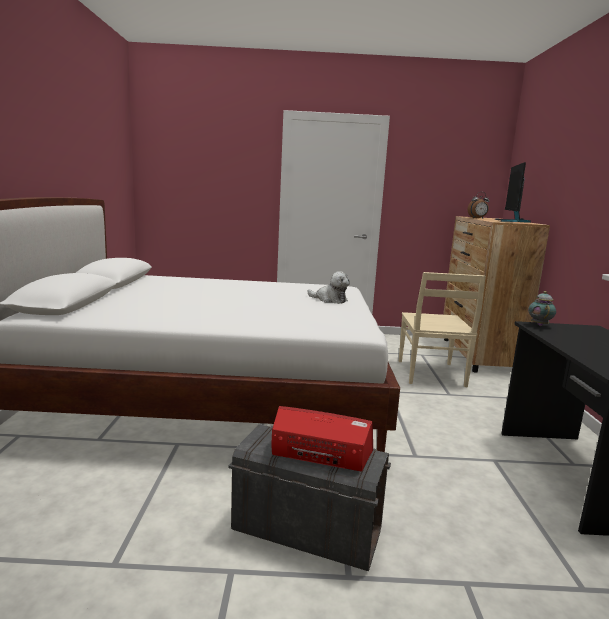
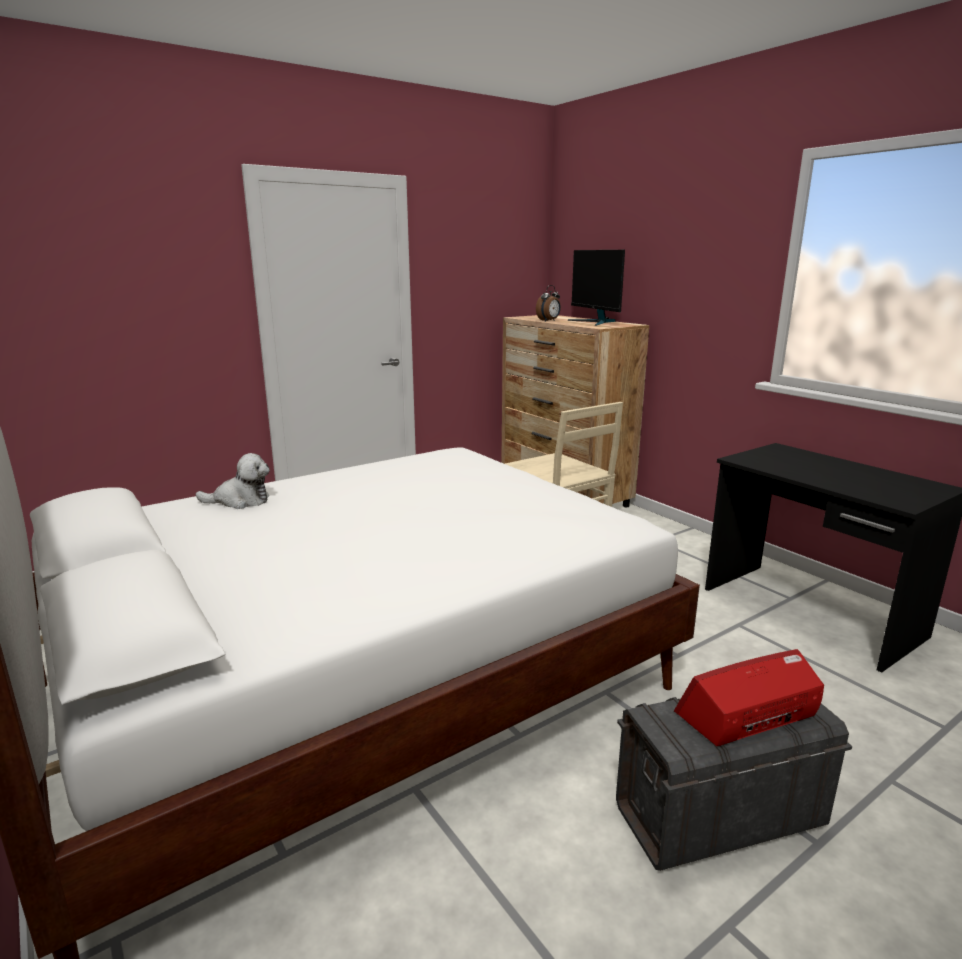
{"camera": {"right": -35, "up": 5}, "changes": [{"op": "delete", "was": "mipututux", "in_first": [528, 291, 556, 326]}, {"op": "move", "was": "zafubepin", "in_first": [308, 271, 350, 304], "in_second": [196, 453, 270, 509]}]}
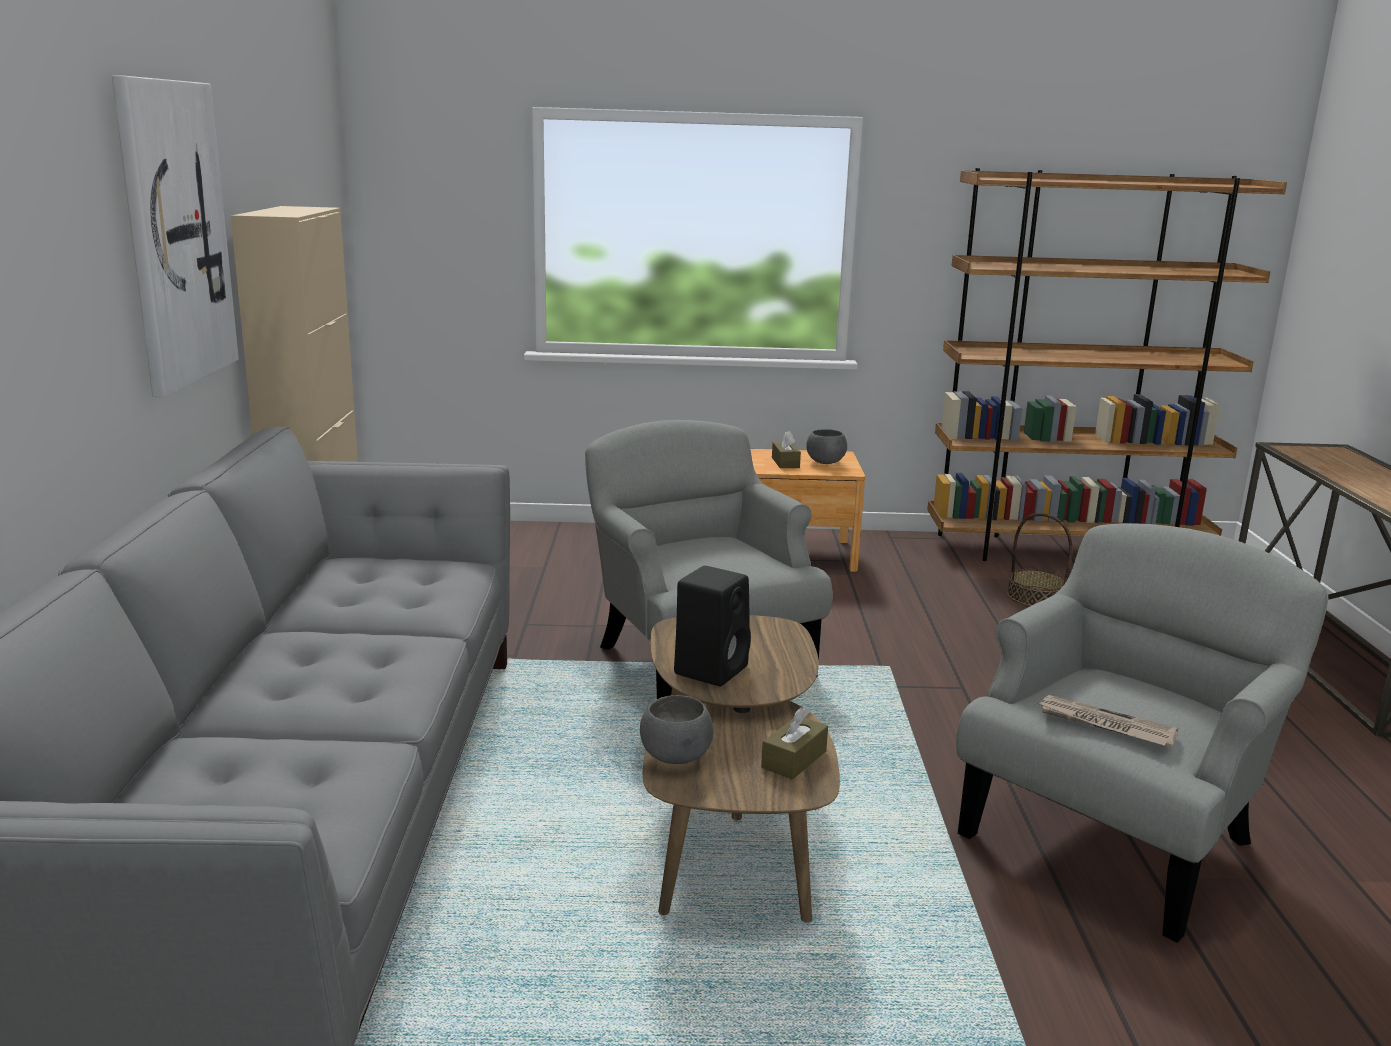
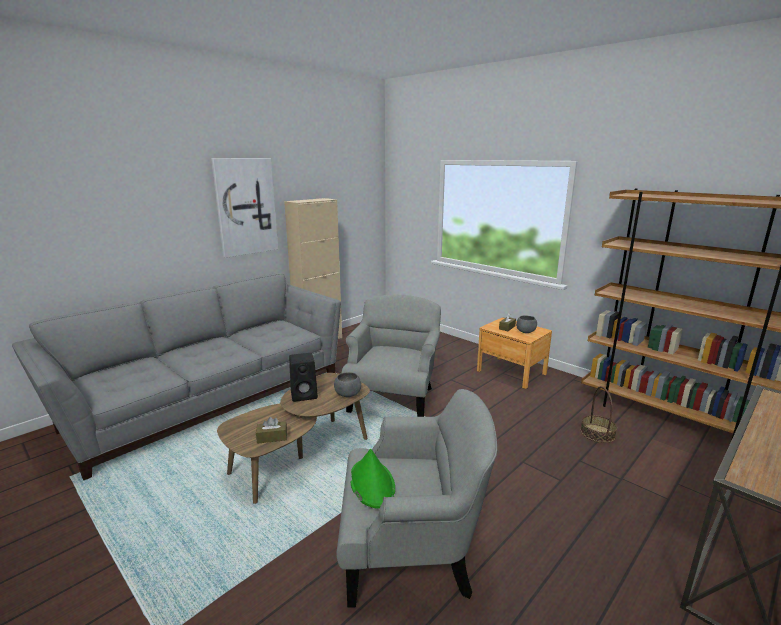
{"camera": {"right": 45, "up": 0}, "changes": [{"op": "move", "was": "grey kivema", "in_first": [640, 695, 713, 764], "in_second": [334, 372, 361, 397]}, {"op": "replace", "was": "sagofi", "now": "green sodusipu", "in_first": [1038, 695, 1178, 747], "in_second": [350, 449, 395, 509]}]}
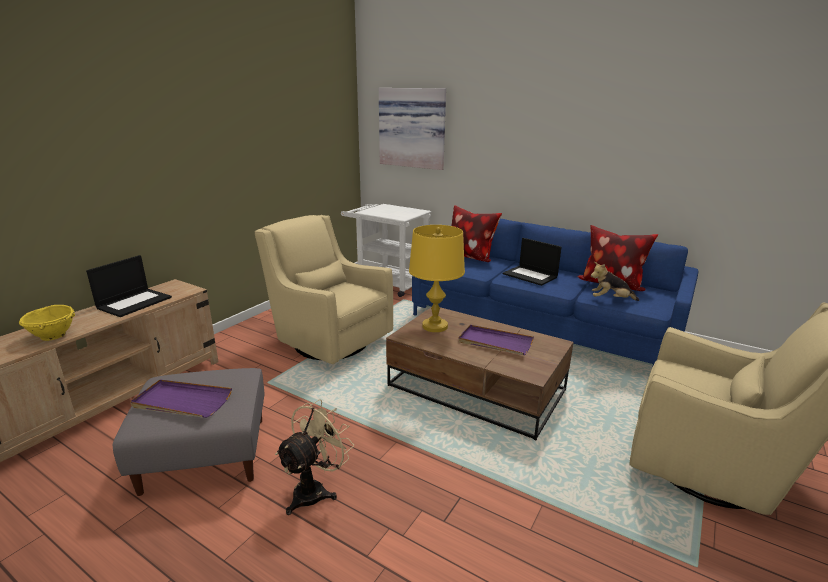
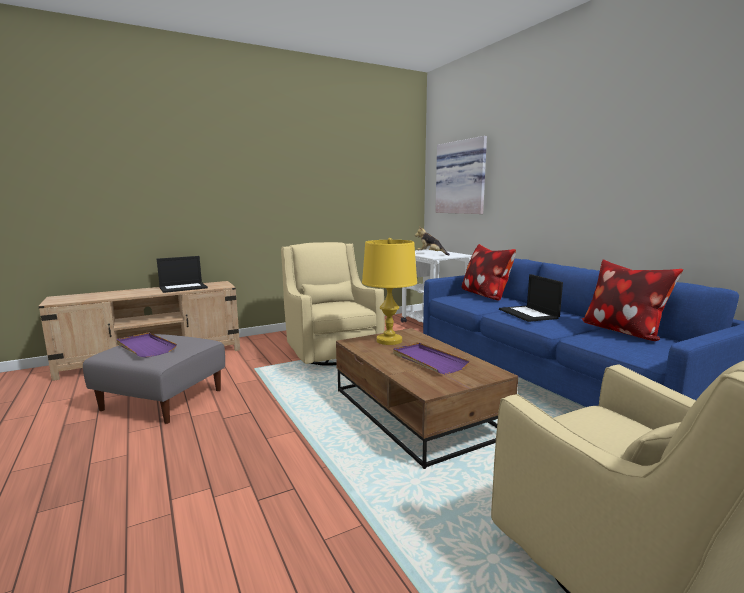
{"camera": {"right": 30, "up": -10}, "changes": [{"op": "delete", "was": "yellow kivema", "in_first": [19, 305, 75, 341]}, {"op": "delete", "was": "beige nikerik", "in_first": [275, 399, 354, 515]}, {"op": "move", "was": "zafubepin", "in_first": [591, 262, 639, 301], "in_second": [415, 226, 450, 256]}]}
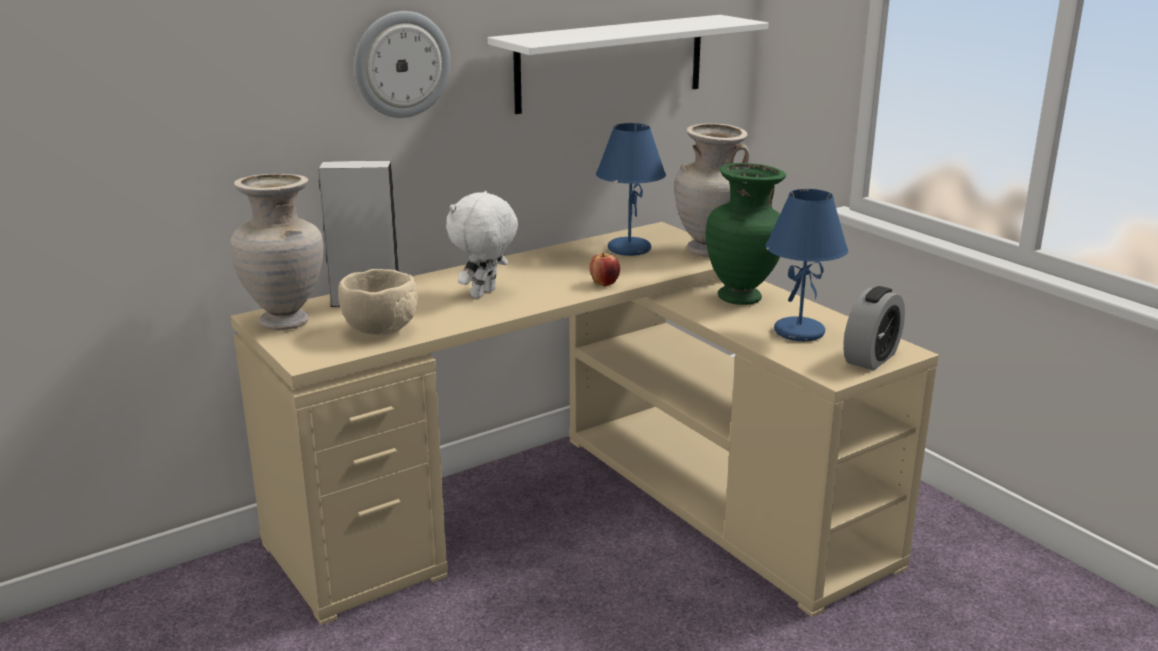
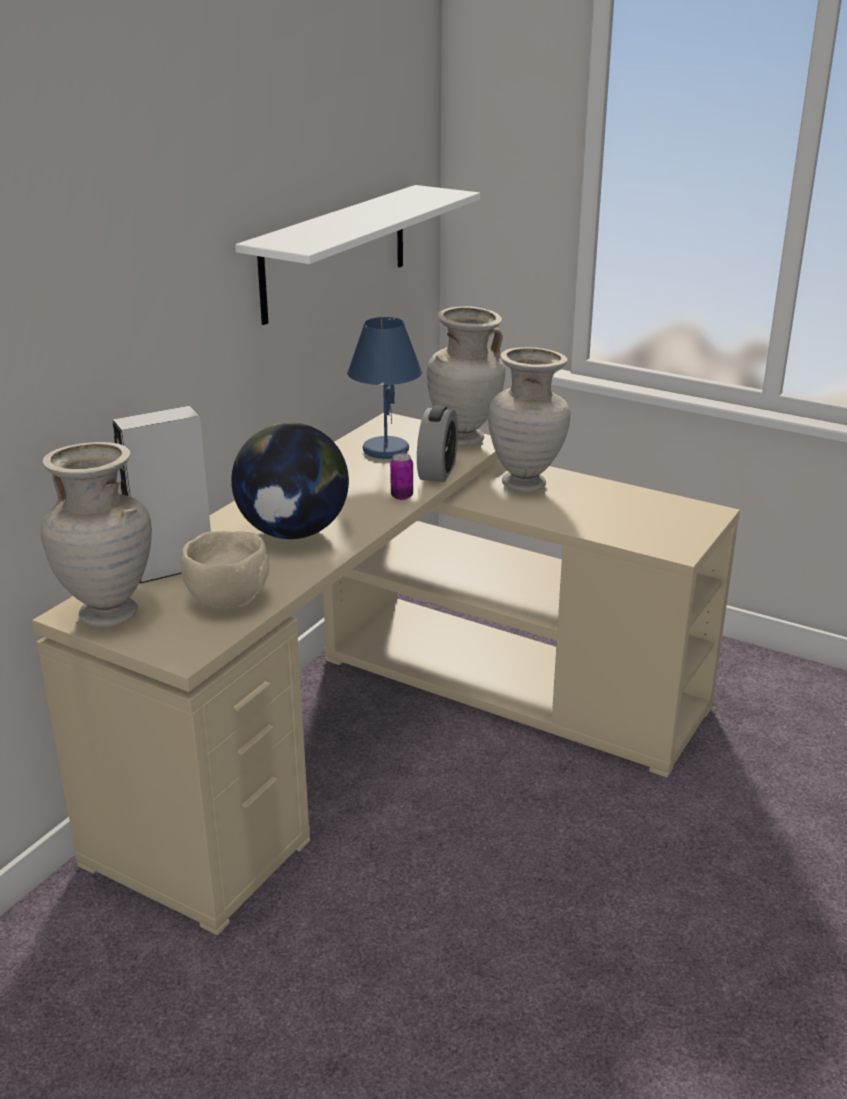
{"camera": {"right": -25, "up": 5}, "changes": [{"op": "delete", "was": "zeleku", "in_first": [354, 11, 451, 118]}, {"op": "delete", "was": "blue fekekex", "in_first": [765, 189, 848, 341]}, {"op": "move", "was": "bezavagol", "in_first": [843, 286, 905, 370], "in_second": [417, 405, 458, 482]}, {"op": "replace", "was": "white zafubepin", "now": "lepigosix", "in_first": [446, 191, 518, 298], "in_second": [231, 422, 349, 539]}, {"op": "replace", "was": "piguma", "now": "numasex", "in_first": [589, 253, 620, 287], "in_second": [390, 453, 413, 500]}, {"op": "recolor", "was": "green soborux", "now": "beige soborux", "in_first": [706, 163, 786, 305], "in_second": [488, 347, 570, 492]}]}
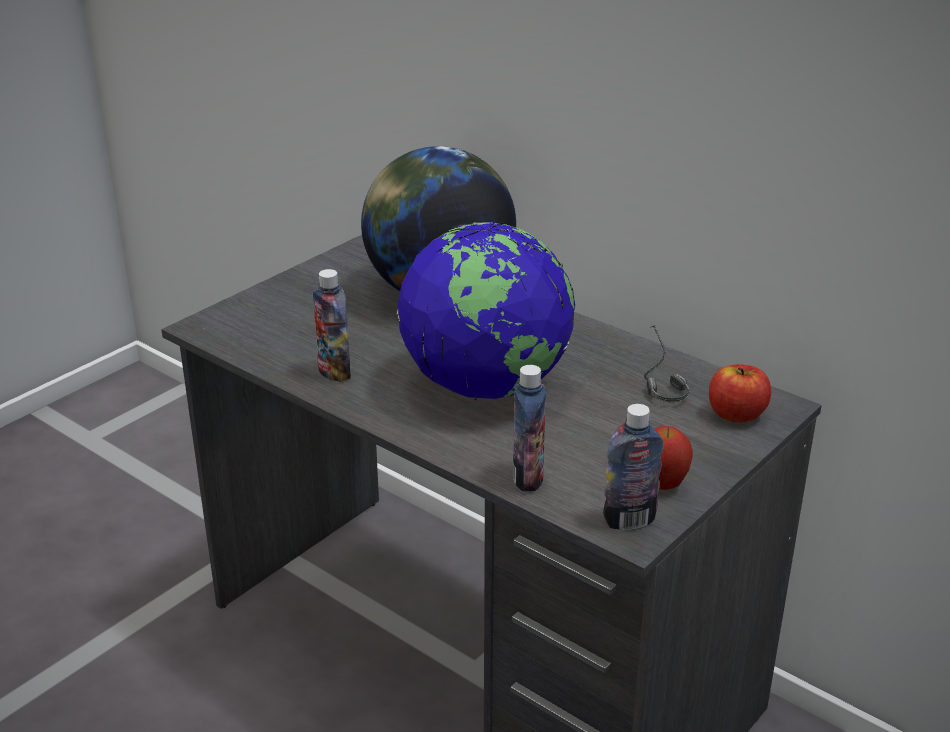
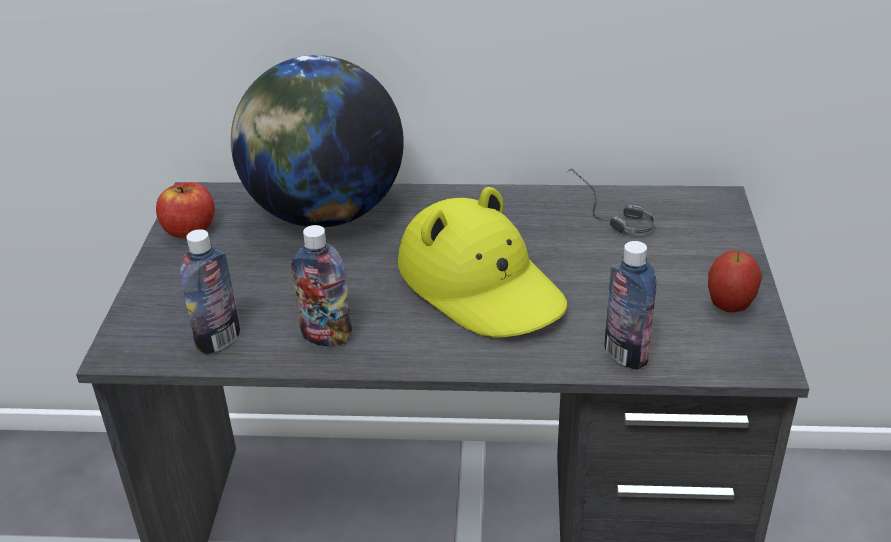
{"camera": {"right": -35, "up": 5}, "changes": [{"op": "move", "was": "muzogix", "in_first": [603, 404, 663, 530], "in_second": [180, 229, 240, 354]}, {"op": "move", "was": "piguma", "in_first": [709, 364, 771, 423], "in_second": [156, 182, 215, 238]}, {"op": "replace", "was": "lepigosix", "now": "yellow sodusipu", "in_first": [397, 222, 575, 400], "in_second": [398, 187, 567, 337]}]}
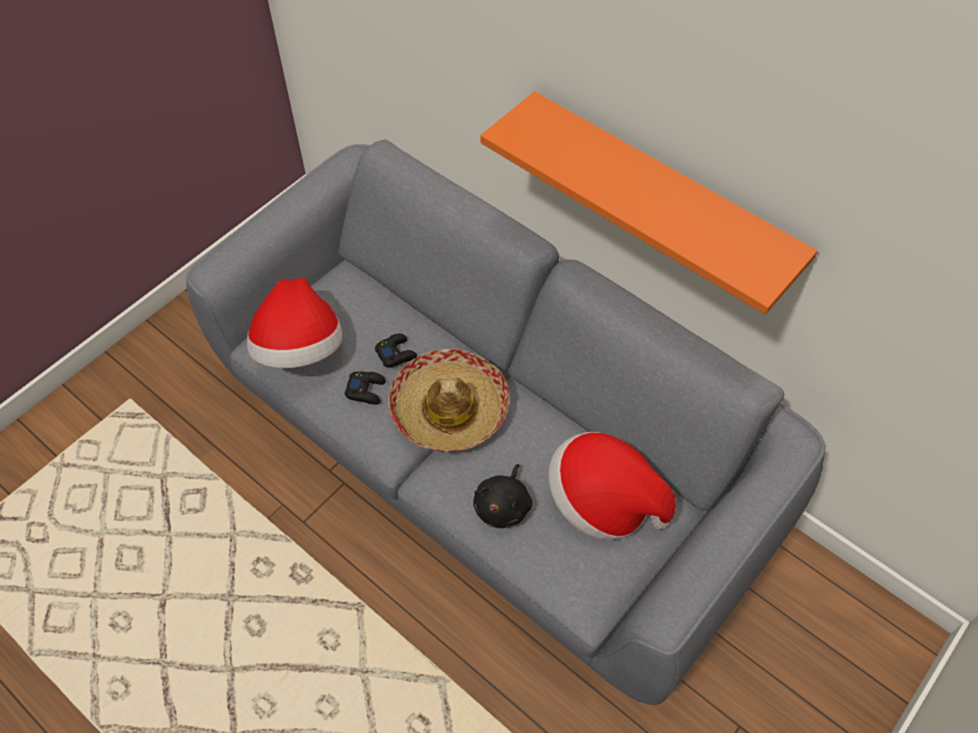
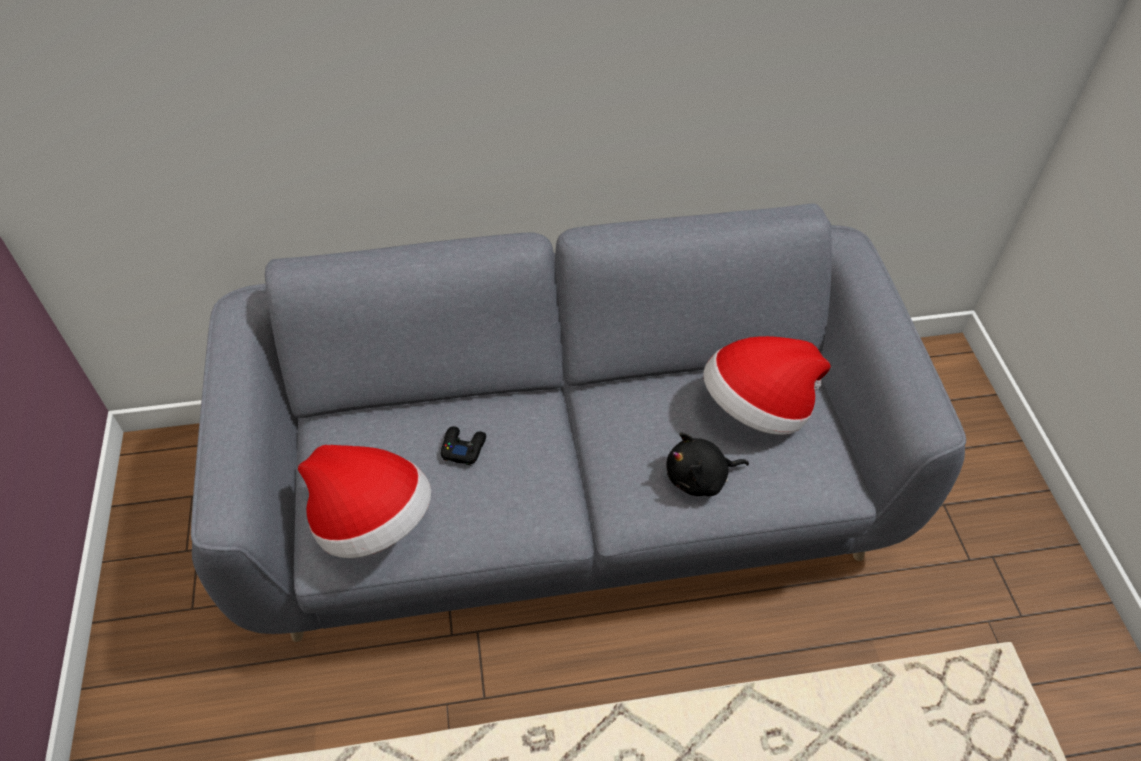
{"camera": {"right": -50, "up": -5}, "changes": [{"op": "delete", "was": "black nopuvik", "in_first": [345, 371, 386, 405]}, {"op": "delete", "was": "sodusipu", "in_first": [388, 349, 510, 452]}, {"op": "delete", "was": "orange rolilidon", "in_first": [481, 91, 817, 315]}, {"op": "rotate", "was": "black zafubepin", "in_first": [473, 464, 532, 528], "in_second": [666, 432, 749, 496], "clockwise": 105}]}
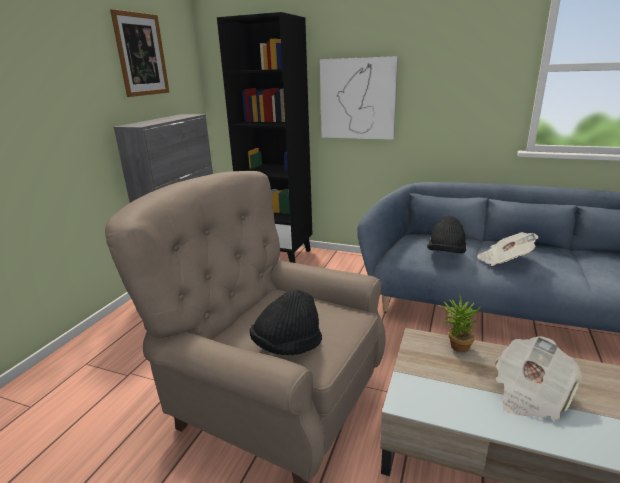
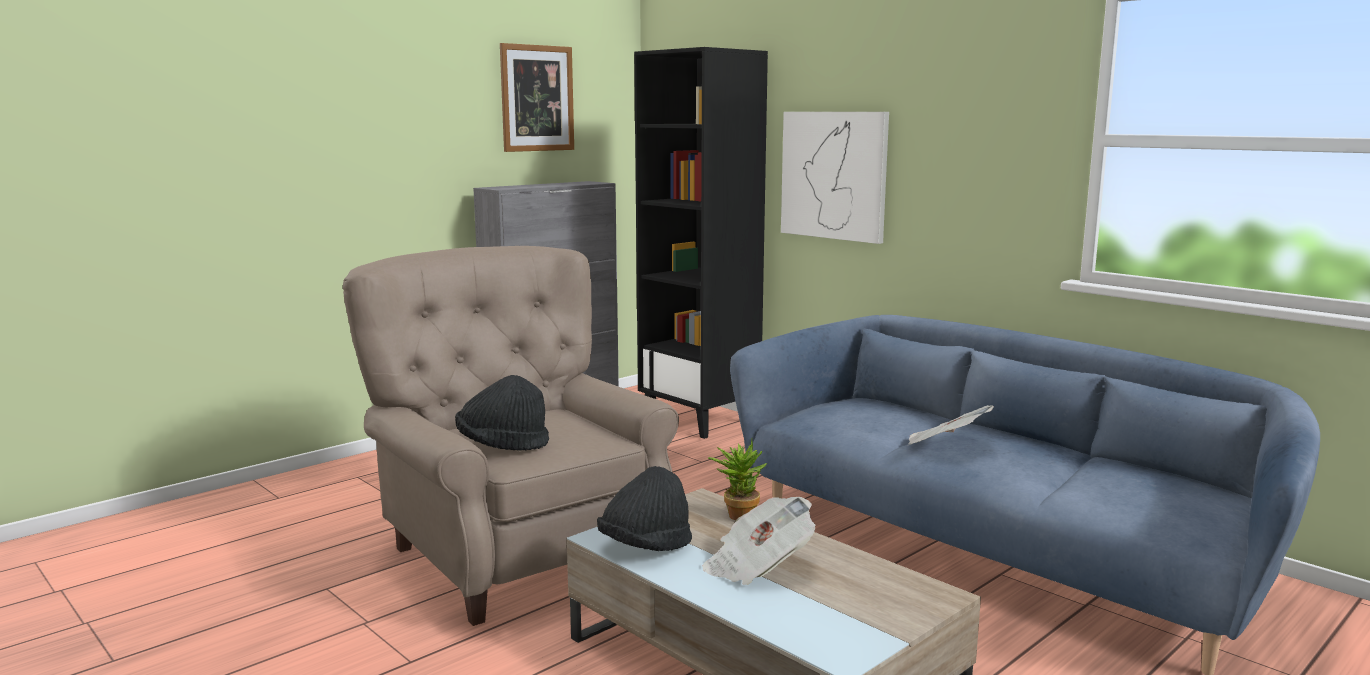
{"camera": {"right": 25, "up": -10}, "changes": [{"op": "move", "was": "black sodusipu", "in_first": [427, 216, 466, 253], "in_second": [597, 466, 692, 551]}]}
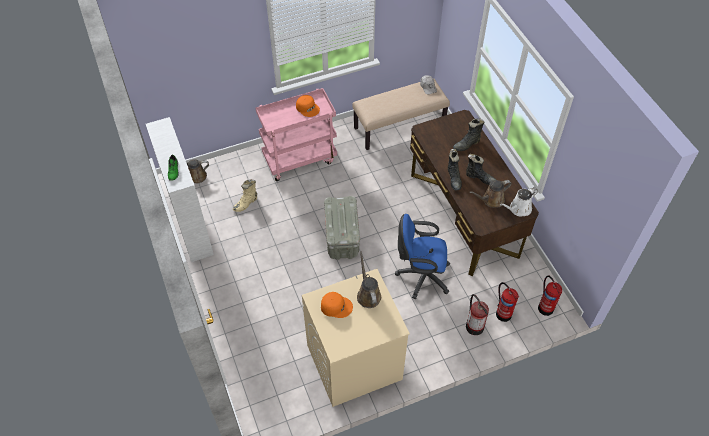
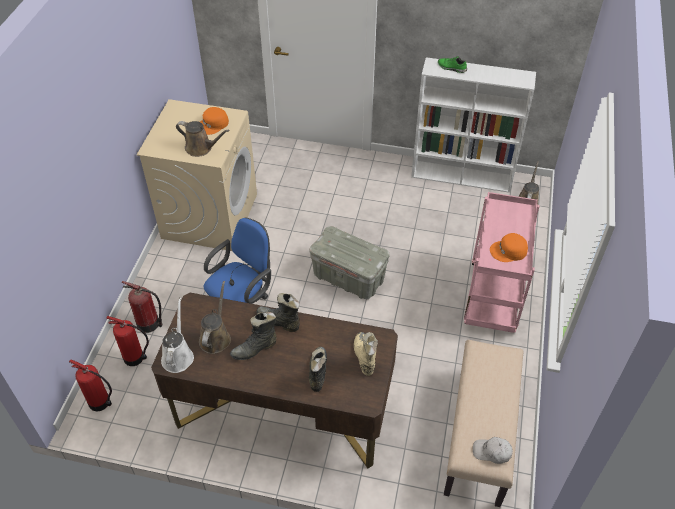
{"camera": {"right": 125, "up": -5}, "changes": [{"op": "move", "was": "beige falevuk", "in_first": [233, 179, 257, 212], "in_second": [354, 332, 378, 376]}]}
